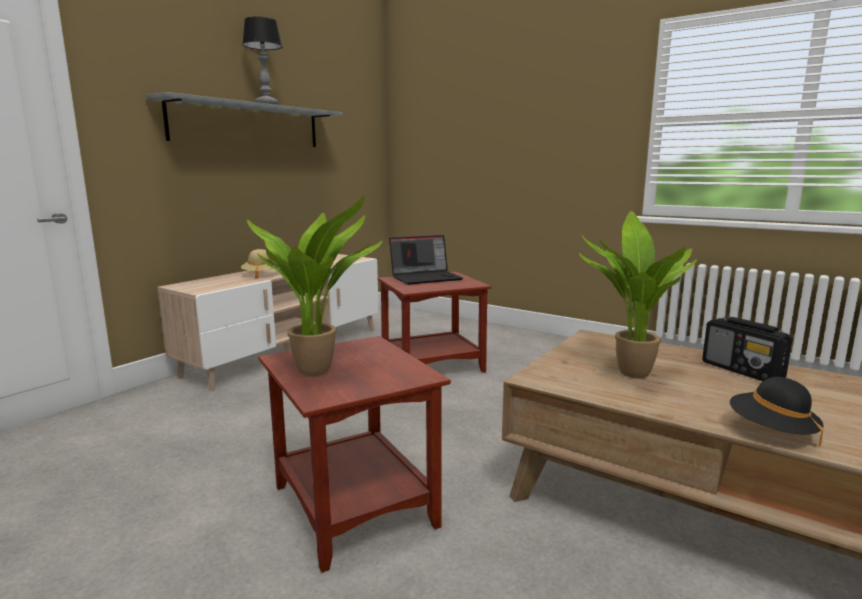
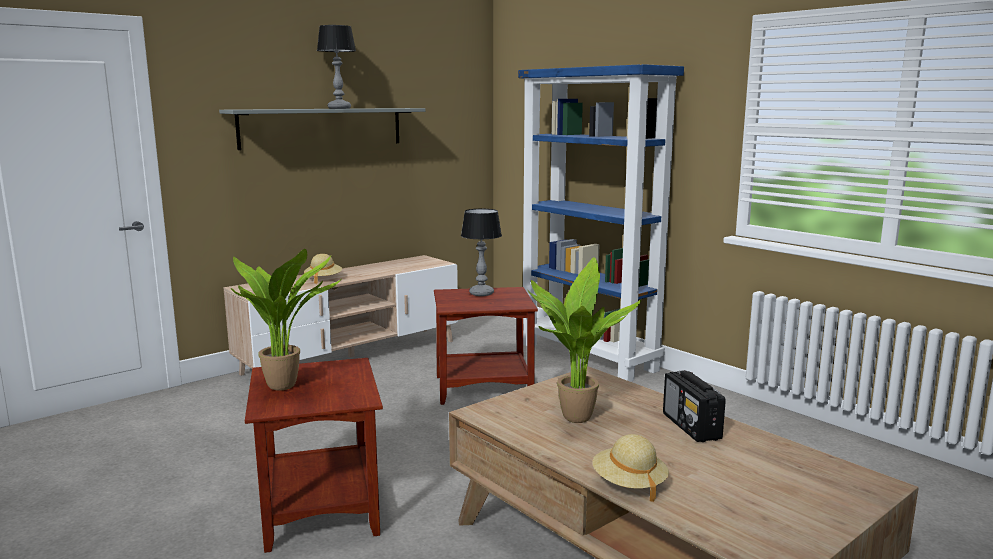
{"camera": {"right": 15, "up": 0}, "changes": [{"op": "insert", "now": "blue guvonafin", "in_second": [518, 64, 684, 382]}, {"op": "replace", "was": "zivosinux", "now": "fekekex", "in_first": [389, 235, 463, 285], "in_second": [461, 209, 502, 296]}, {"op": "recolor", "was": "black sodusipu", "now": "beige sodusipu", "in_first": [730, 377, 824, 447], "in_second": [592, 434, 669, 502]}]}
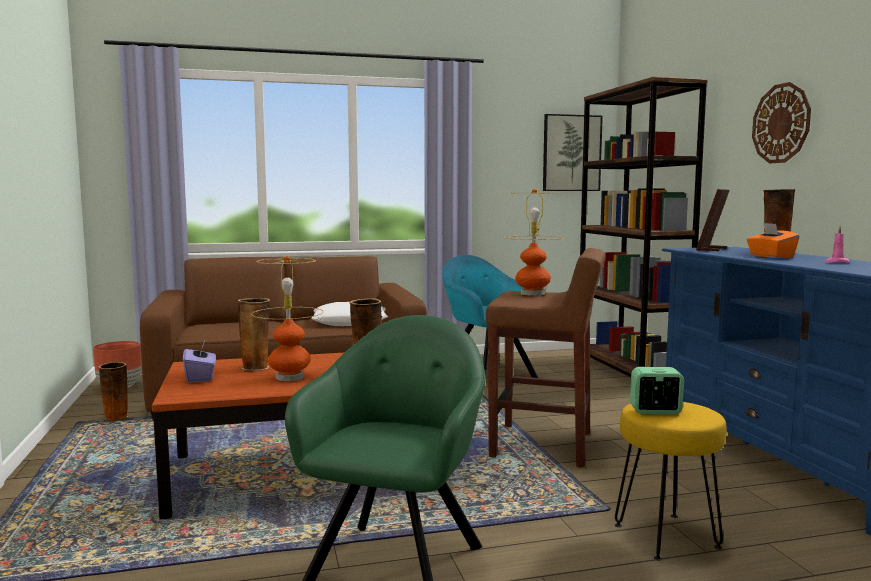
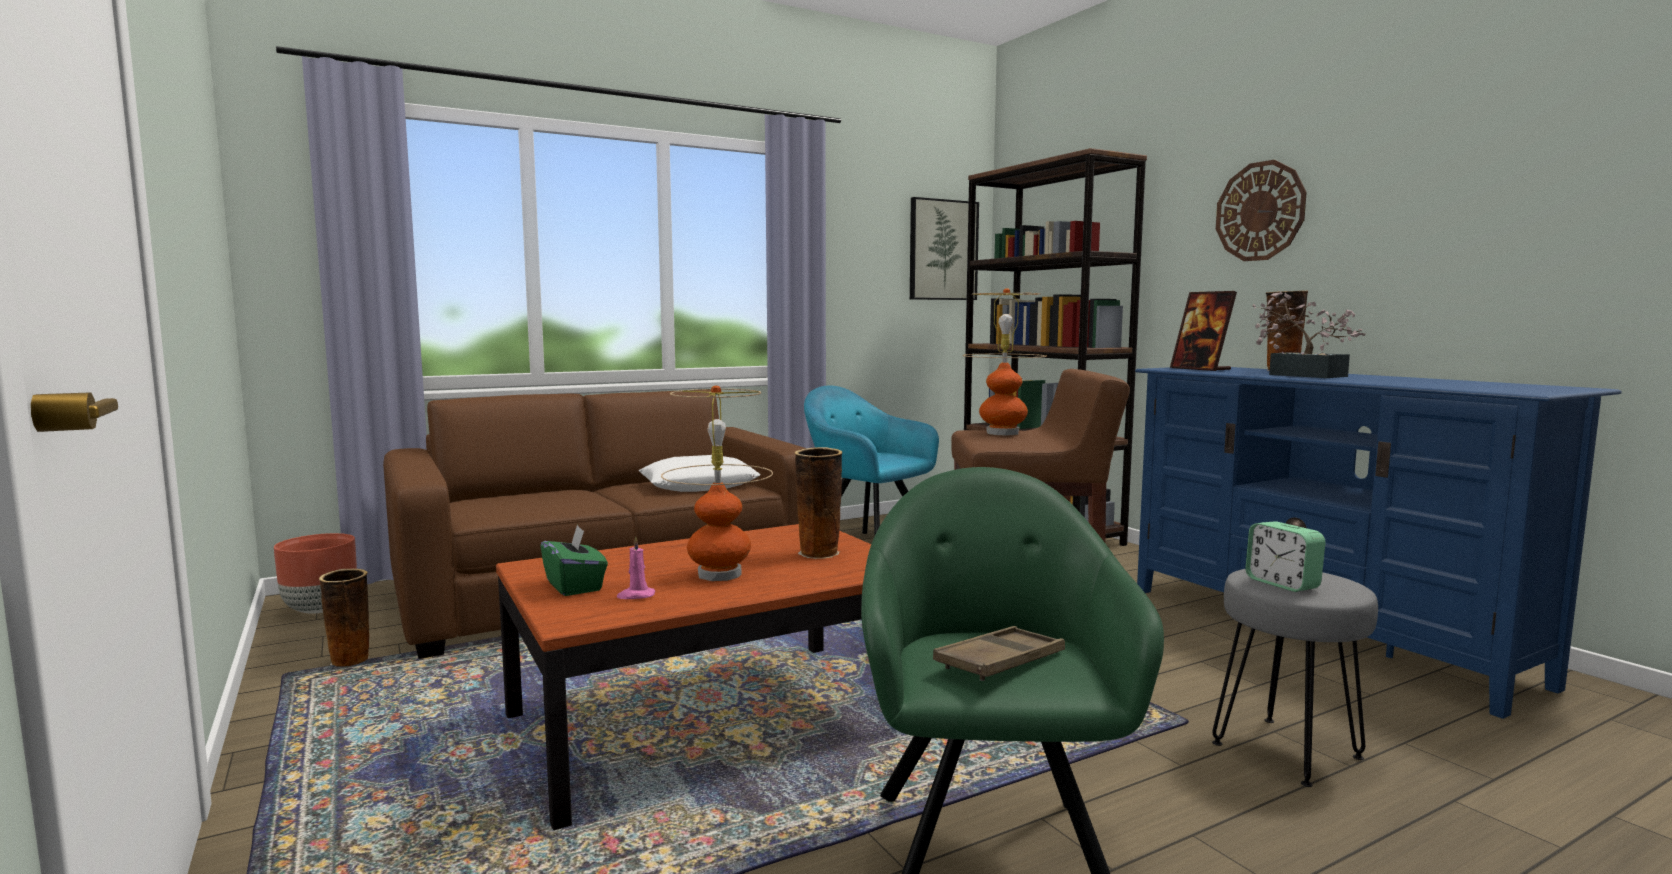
{"camera": {"right": -15, "up": 0}, "changes": [{"op": "delete", "was": "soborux", "in_first": [238, 298, 270, 371]}, {"op": "insert", "now": "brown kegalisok", "in_second": [933, 626, 1065, 681]}, {"op": "move", "was": "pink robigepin", "in_first": [824, 227, 849, 263], "in_second": [617, 536, 655, 599]}, {"op": "replace", "was": "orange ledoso", "now": "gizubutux", "in_first": [746, 223, 800, 258], "in_second": [1253, 292, 1366, 378]}, {"op": "recolor", "was": "purple ledoso", "now": "green ledoso", "in_first": [183, 341, 216, 383], "in_second": [540, 524, 608, 596]}, {"op": "recolor", "was": "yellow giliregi", "now": "grey giliregi", "in_first": [615, 402, 727, 561], "in_second": [1212, 569, 1378, 787]}, {"op": "rotate", "was": "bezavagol", "in_first": [630, 367, 684, 415], "in_second": [1245, 521, 1326, 592], "clockwise": -105}, {"op": "rotate", "was": "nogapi", "in_first": [696, 189, 730, 251], "in_second": [1170, 291, 1237, 371], "clockwise": -45}]}
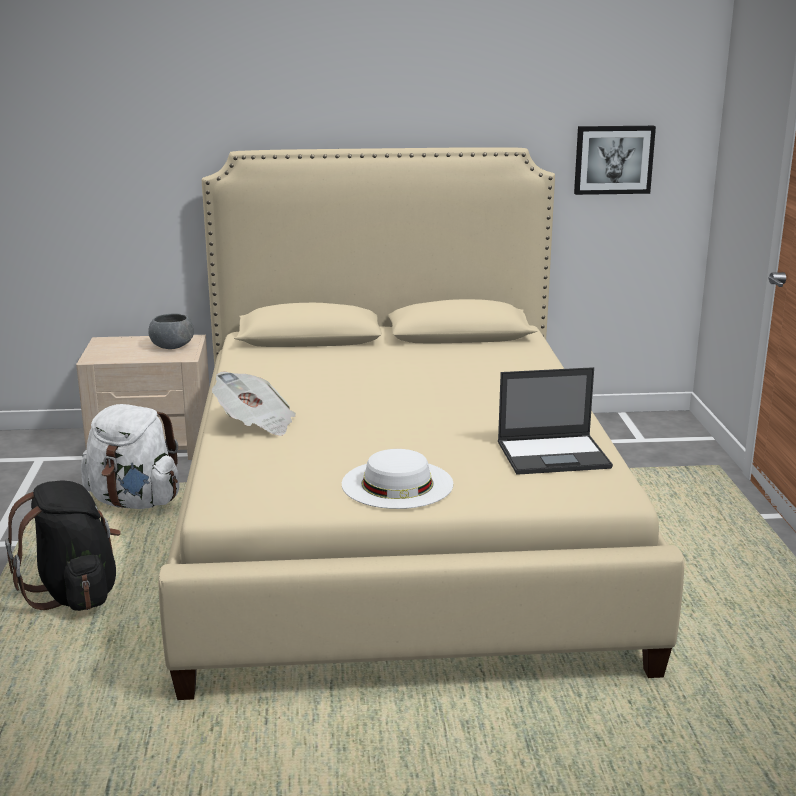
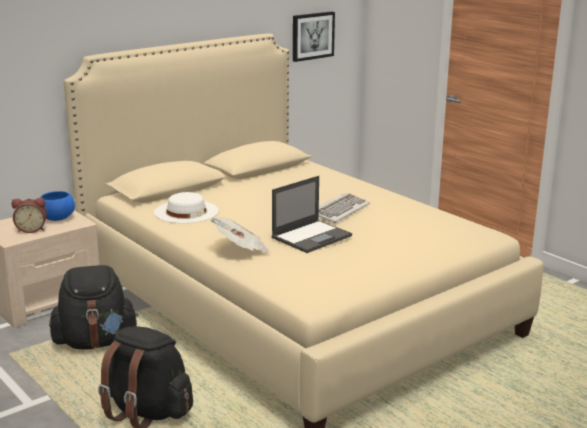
{"camera": {"right": -35, "up": 0}, "changes": [{"op": "insert", "now": "bezavagol", "in_second": [11, 198, 47, 233]}, {"op": "insert", "now": "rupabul", "in_second": [319, 193, 370, 223]}, {"op": "move", "was": "white sodusipu", "in_first": [342, 449, 453, 509], "in_second": [154, 192, 219, 223]}, {"op": "move", "was": "zivosinux", "in_first": [498, 367, 613, 475], "in_second": [272, 176, 352, 253]}, {"op": "recolor", "was": "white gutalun", "now": "black gutalun", "in_first": [81, 404, 179, 509], "in_second": [49, 265, 139, 350]}, {"op": "recolor", "was": "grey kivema", "now": "blue kivema", "in_first": [148, 314, 194, 349], "in_second": [40, 191, 75, 221]}]}
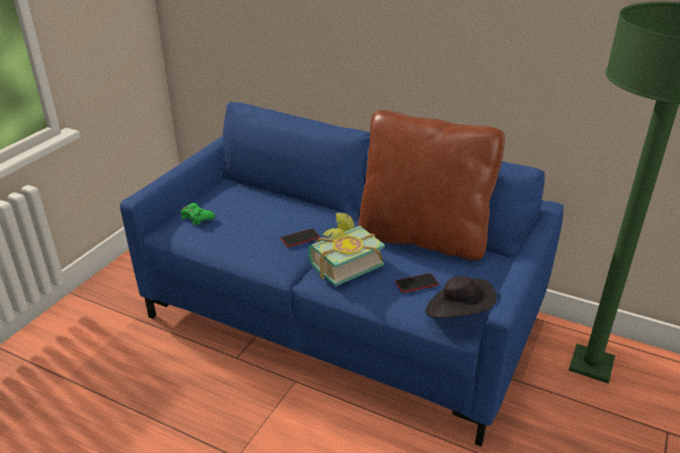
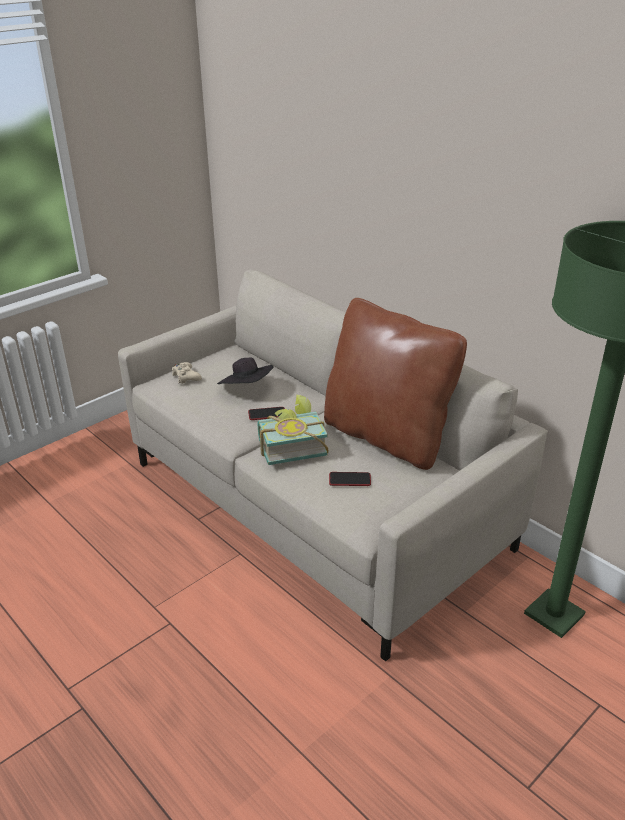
{"camera": {"right": 20, "up": 0}, "changes": [{"op": "move", "was": "black sodusipu", "in_first": [426, 276, 497, 318], "in_second": [217, 358, 274, 384]}, {"op": "recolor", "was": "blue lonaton", "now": "beige lonaton", "in_first": [120, 102, 564, 446], "in_second": [118, 269, 548, 661]}, {"op": "recolor", "was": "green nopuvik", "now": "beige nopuvik", "in_first": [181, 203, 216, 225], "in_second": [172, 362, 202, 384]}]}
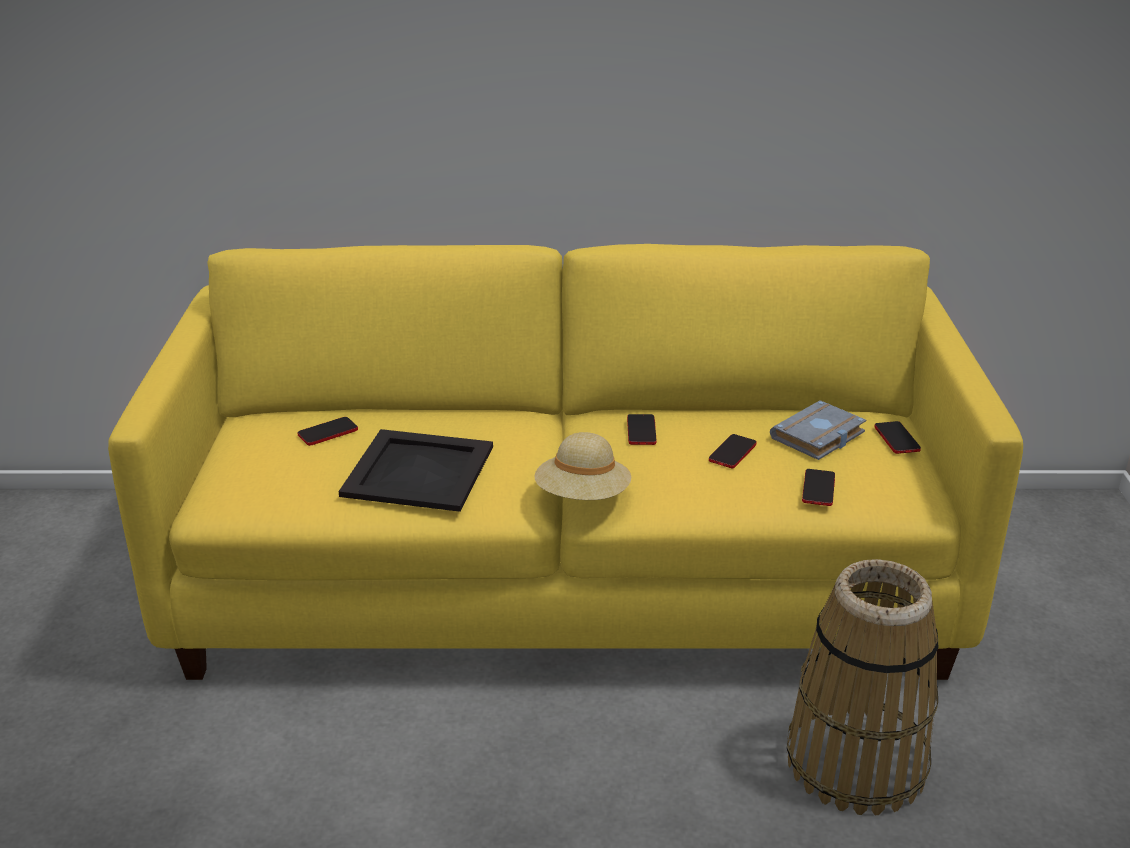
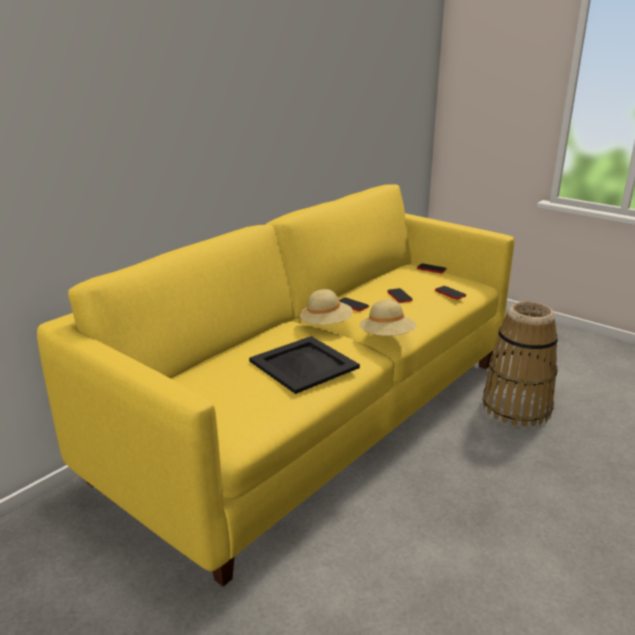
{"camera": {"right": -50, "up": -5}, "changes": [{"op": "delete", "was": "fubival", "in_first": [297, 417, 358, 446]}, {"op": "delete", "was": "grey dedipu", "in_first": [770, 400, 866, 460]}, {"op": "insert", "now": "beige sodusipu", "in_second": [299, 289, 353, 325]}]}
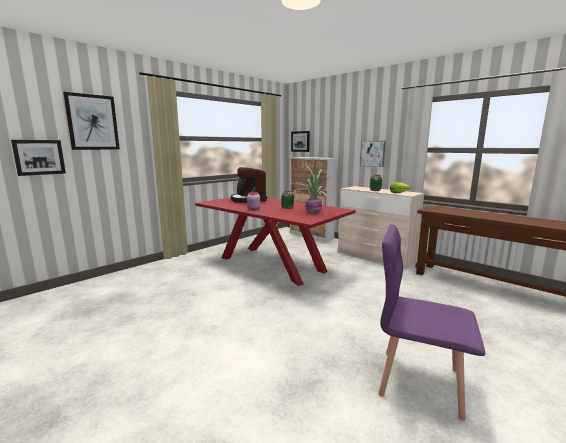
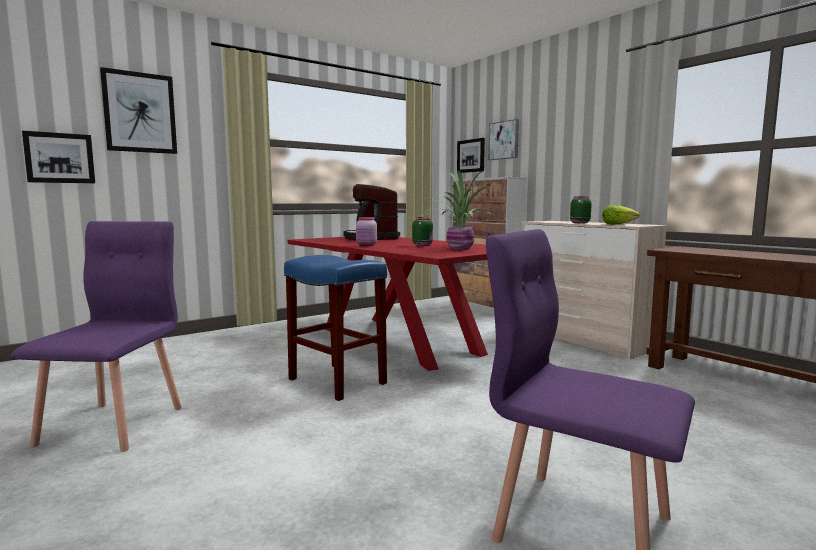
{"camera": {"right": 10, "up": -5}, "changes": [{"op": "insert", "now": "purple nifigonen", "in_second": [11, 221, 182, 452]}, {"op": "insert", "now": "blue giliregi", "in_second": [284, 255, 387, 401]}, {"op": "move", "was": "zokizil", "in_first": [360, 141, 386, 167], "in_second": [488, 119, 519, 160]}]}
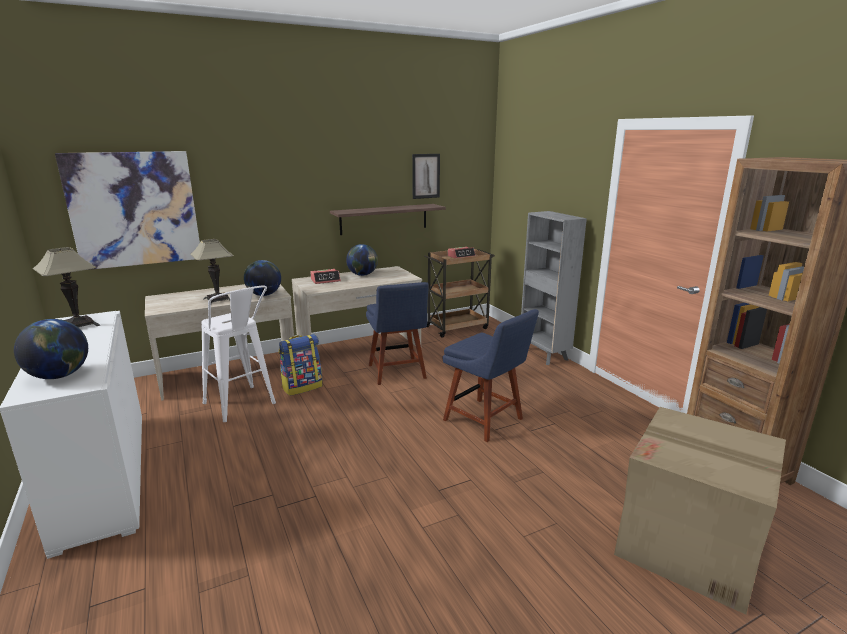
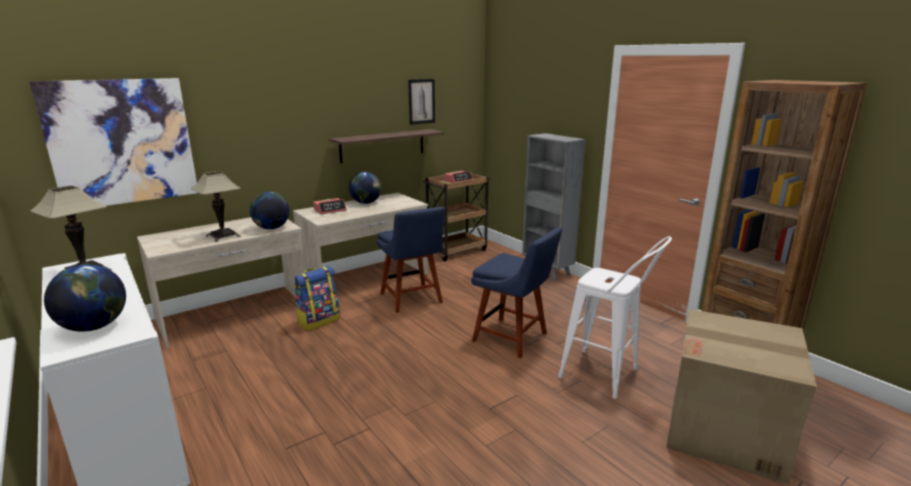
{"camera": {"right": -10, "up": 0}, "changes": [{"op": "move", "was": "white giliregi", "in_first": [201, 286, 276, 422], "in_second": [558, 236, 672, 399]}]}
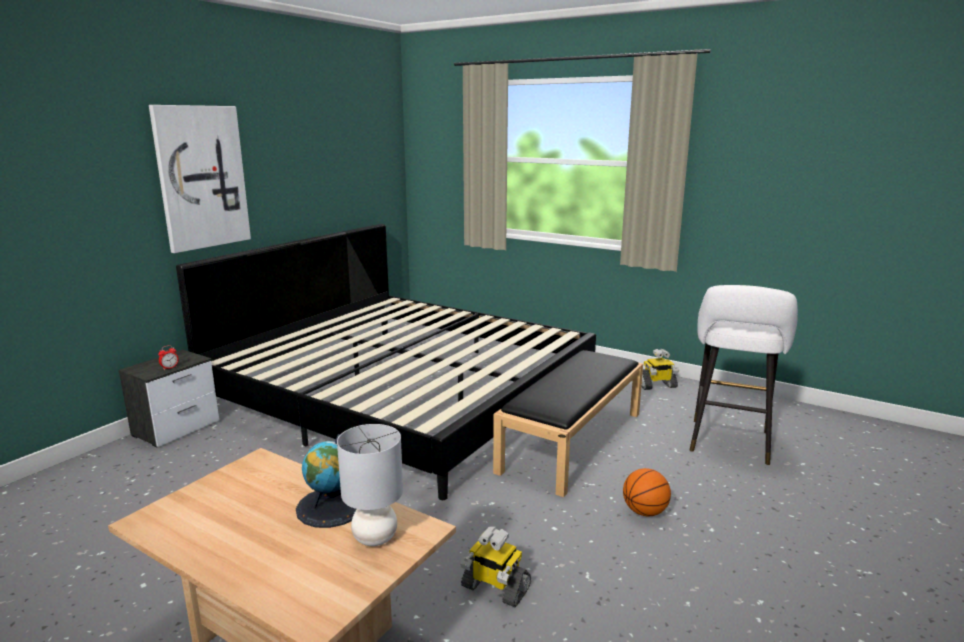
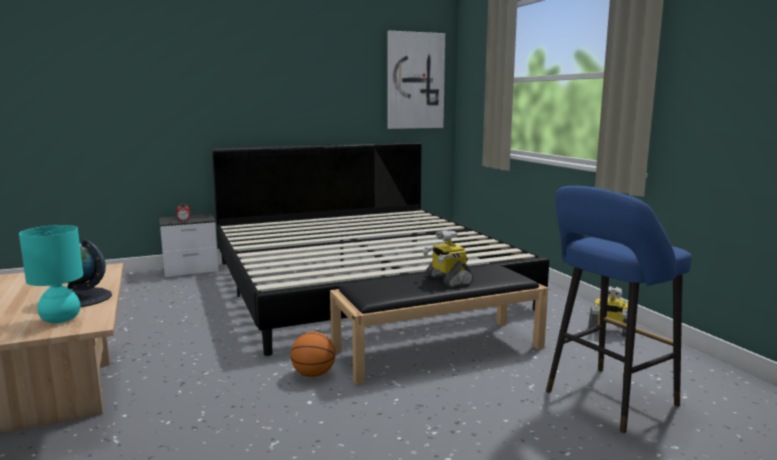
{"camera": {"right": 35, "up": -5}, "changes": [{"op": "move", "was": "zokizil", "in_first": [149, 105, 251, 253], "in_second": [387, 31, 445, 129]}, {"op": "move", "was": "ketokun", "in_first": [460, 526, 531, 607], "in_second": [423, 230, 474, 288]}, {"op": "move", "was": "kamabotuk", "in_first": [623, 468, 671, 516], "in_second": [291, 332, 336, 377]}, {"op": "recolor", "was": "grey fekekex", "now": "turquoise fekekex", "in_first": [337, 424, 403, 546], "in_second": [19, 225, 83, 323]}, {"op": "recolor", "was": "white giliregi", "now": "blue giliregi", "in_first": [689, 285, 798, 465], "in_second": [546, 186, 692, 433]}]}
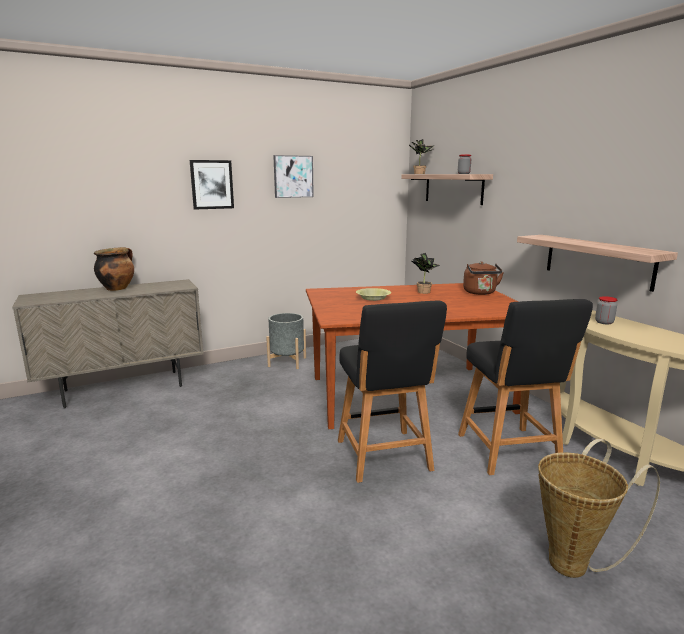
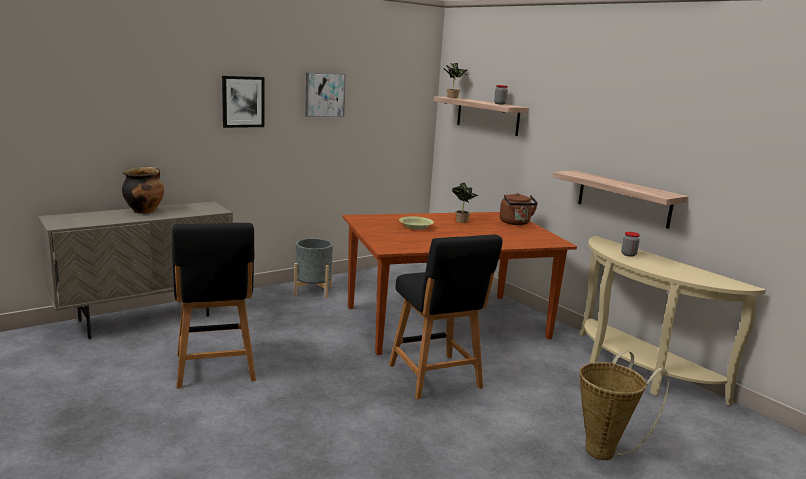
{"camera": {"right": -10, "up": 0}, "changes": [{"op": "move", "was": "black giliregi", "in_first": [458, 299, 593, 475], "in_second": [172, 223, 256, 389]}]}
